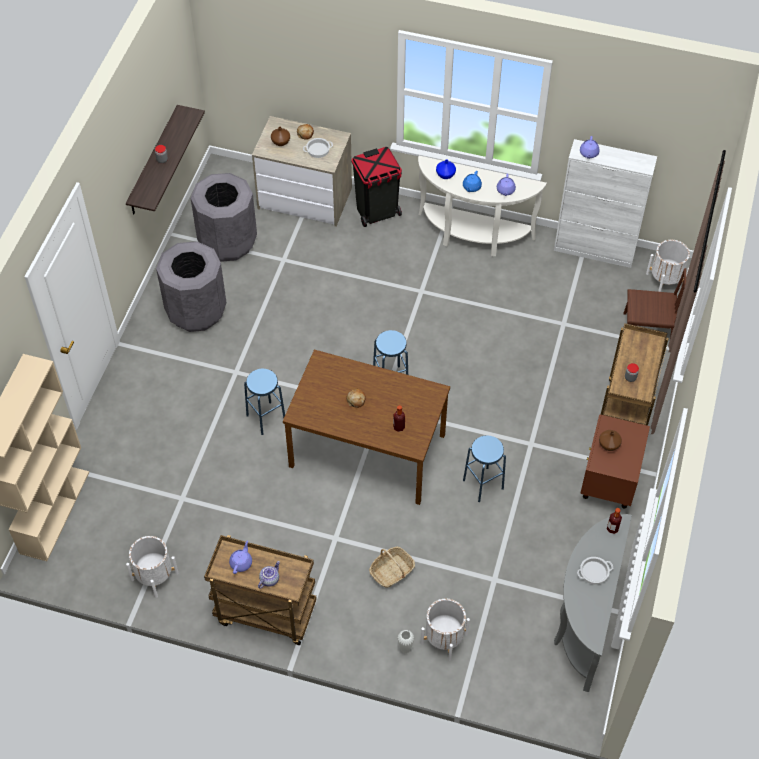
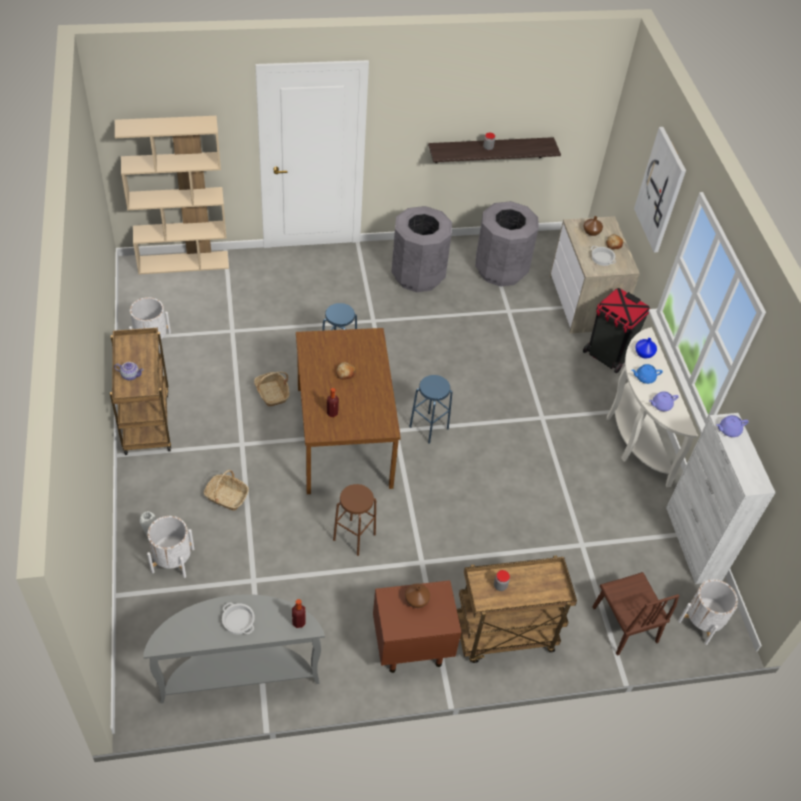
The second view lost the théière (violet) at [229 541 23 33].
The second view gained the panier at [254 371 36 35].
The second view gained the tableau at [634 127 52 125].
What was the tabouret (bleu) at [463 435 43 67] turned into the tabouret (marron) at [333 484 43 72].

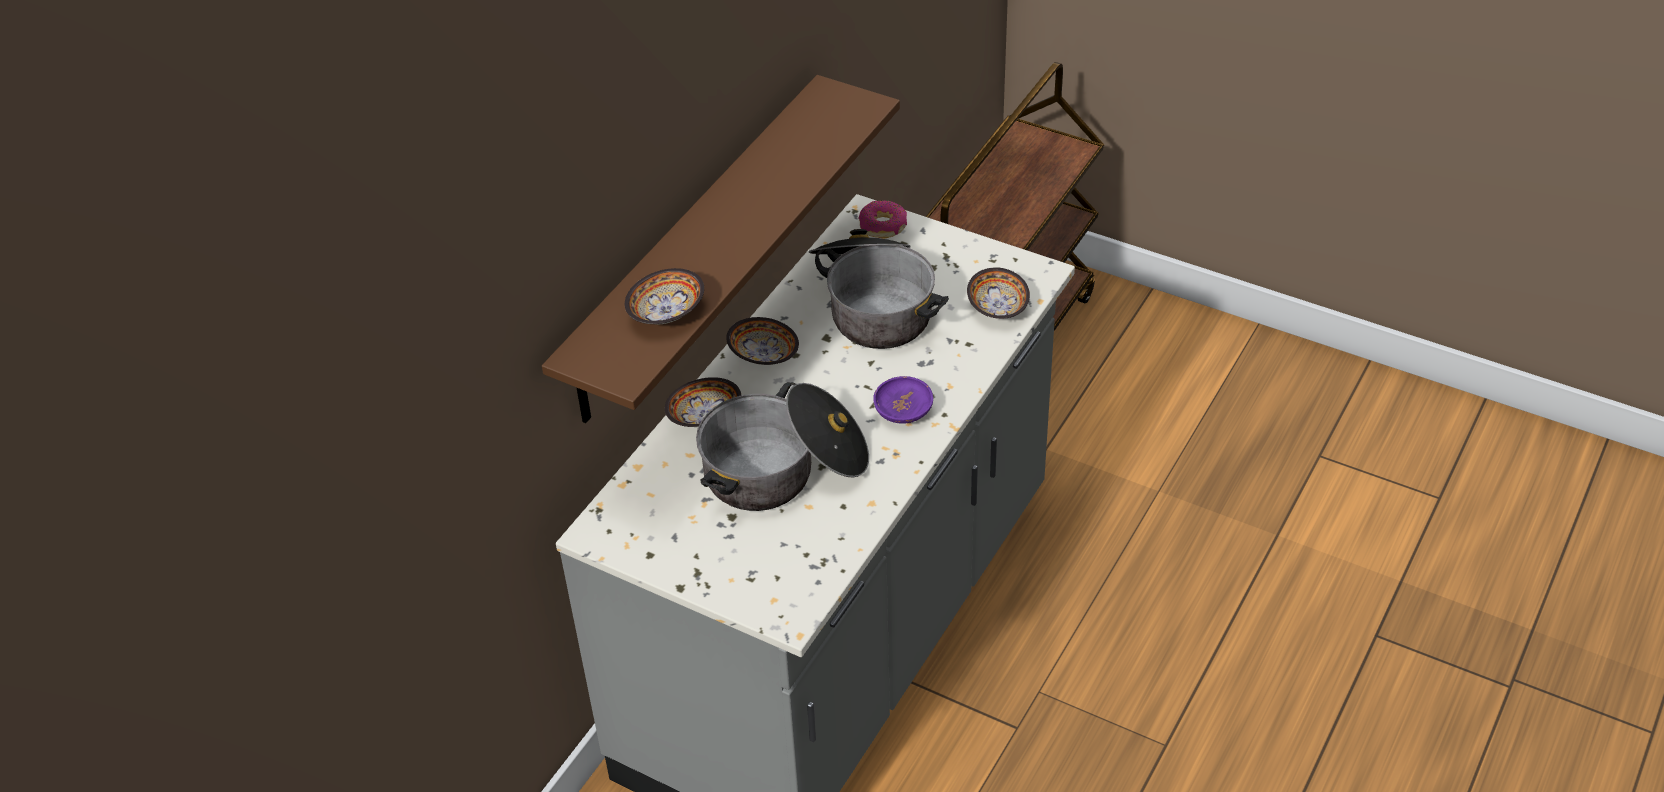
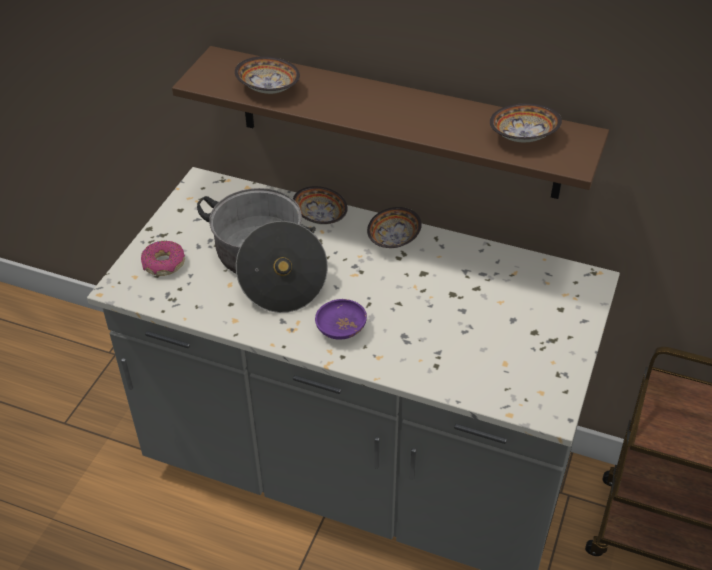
The second view lost the marmite at [809 229 140 120].
The beignet ended up elsewhere, having gone from [858 200 49 38] to [141 241 44 35].
The bol ended up elsewhere, having gone from [967 267 63 52] to [490 103 72 39].

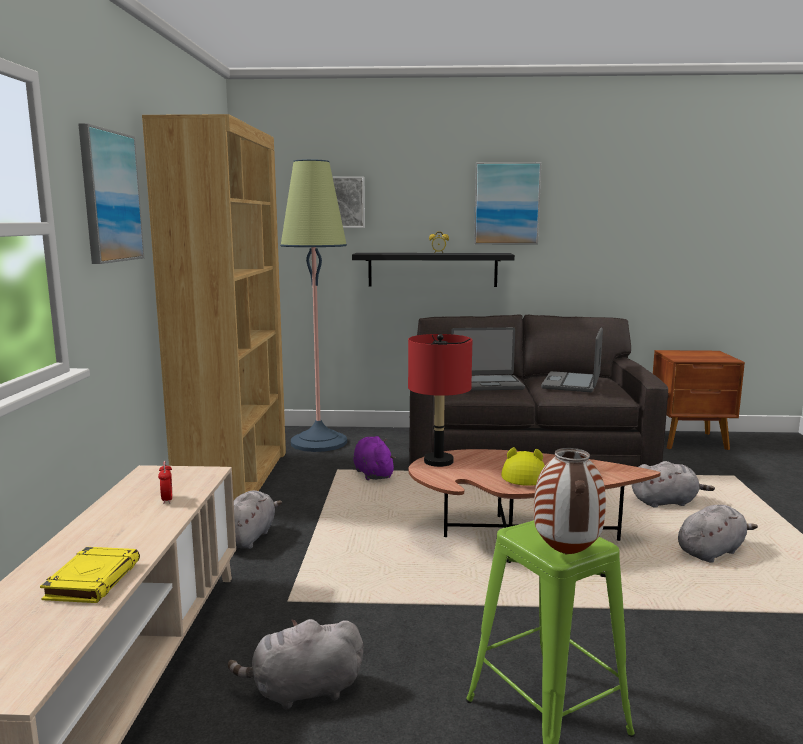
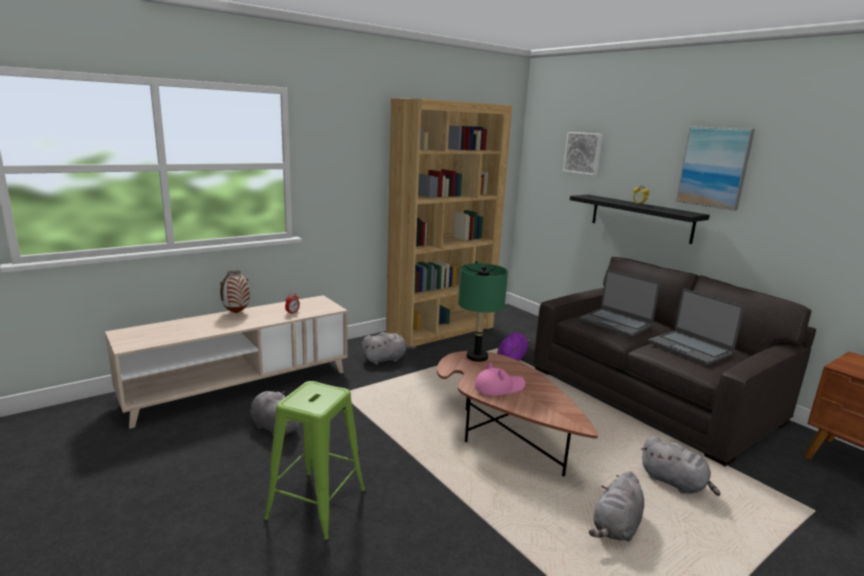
The second view lost the livre (jaune) at [40 547 100 56].
The second view lost the tableau at [78 123 66 141].
The second view lost the lampadaire at [281 159 66 293].
The vase ended up elsewhere, having gone from [534 448 72 107] to [220 271 30 42].
What was the lampe de table (rouge) at [408 334 64 133] turned into the lampe de table (vert) at [458 263 50 99].
What was the chapeau (jaune) at [501 447 44 39] turned into the chapeau (rose) at [474 363 51 33].
The ordinateur portable at [541 328 62 64] ended up facing another way, 105 degrees counterclockwise from before.
The peluche (gris) at [678 505 80 58] ended up facing another way, 105 degrees clockwise from before.

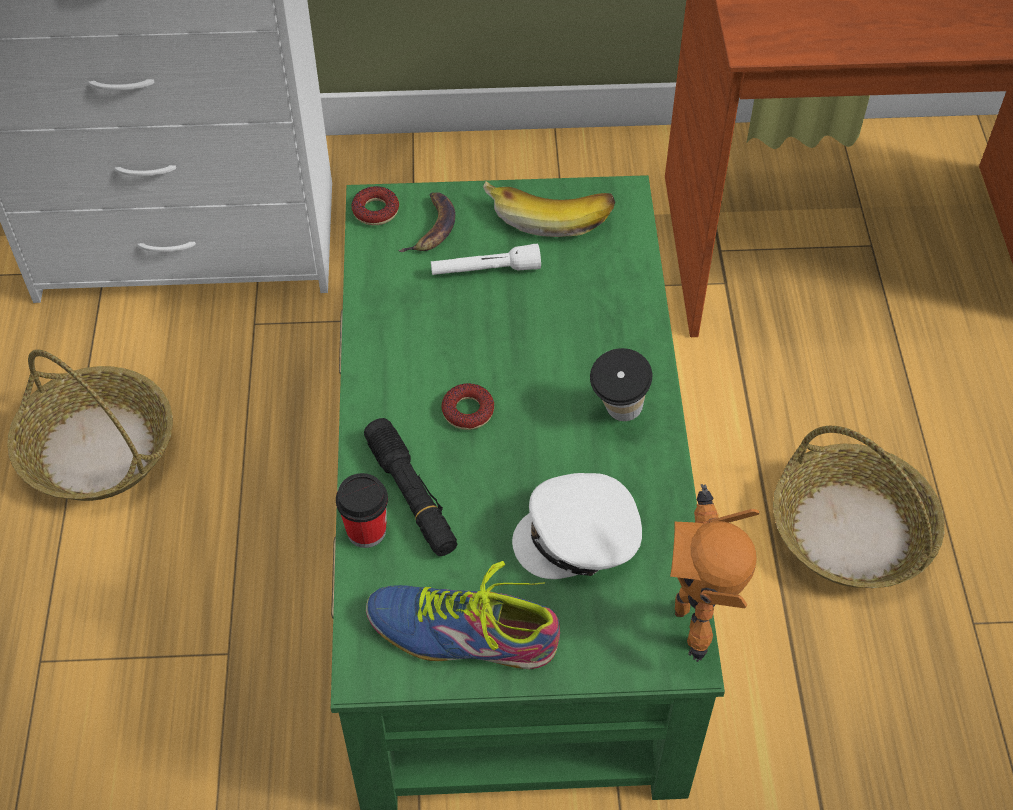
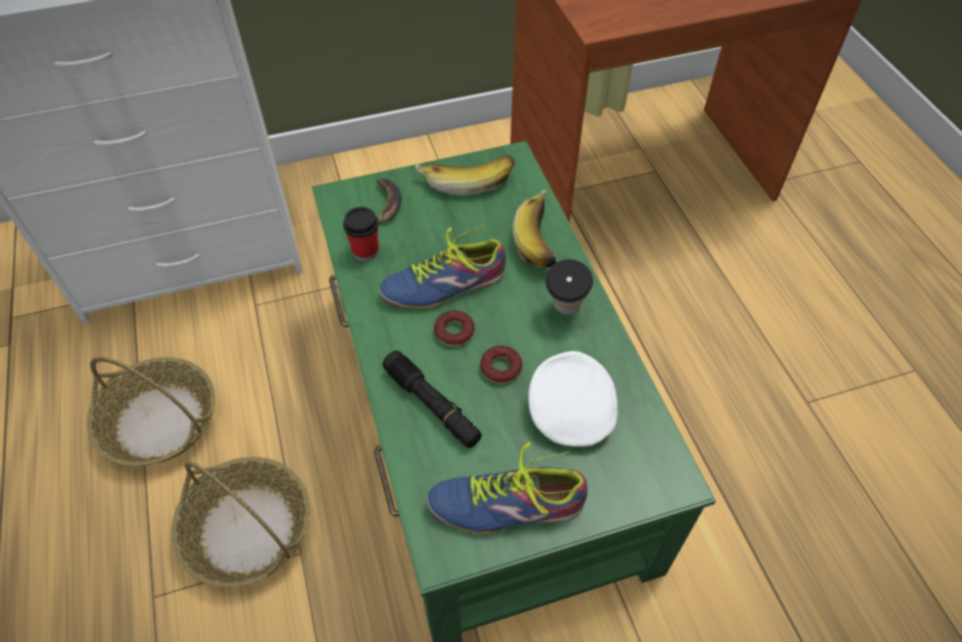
The second view lost the lampe de poche (blanc) at [431 243 110 32].
The second view lost the robot jouet at [670 484 89 178].
The second view gained the chaussure at [379 224 127 85].
The second view gained the banane at [512 190 44 78].
The tasse ended up elsewhere, having gone from [336 473 52 75] to [343 207 36 54].
The beignet ended up elsewhere, having gone from [351 186 48 39] to [480 346 42 37].
The panier ended up elsewhere, having gone from [773 426 172 162] to [171 457 139 131].
The casquette (blanc) at [512 473 130 106] ended up facing another way, 120 degrees clockwise from before.

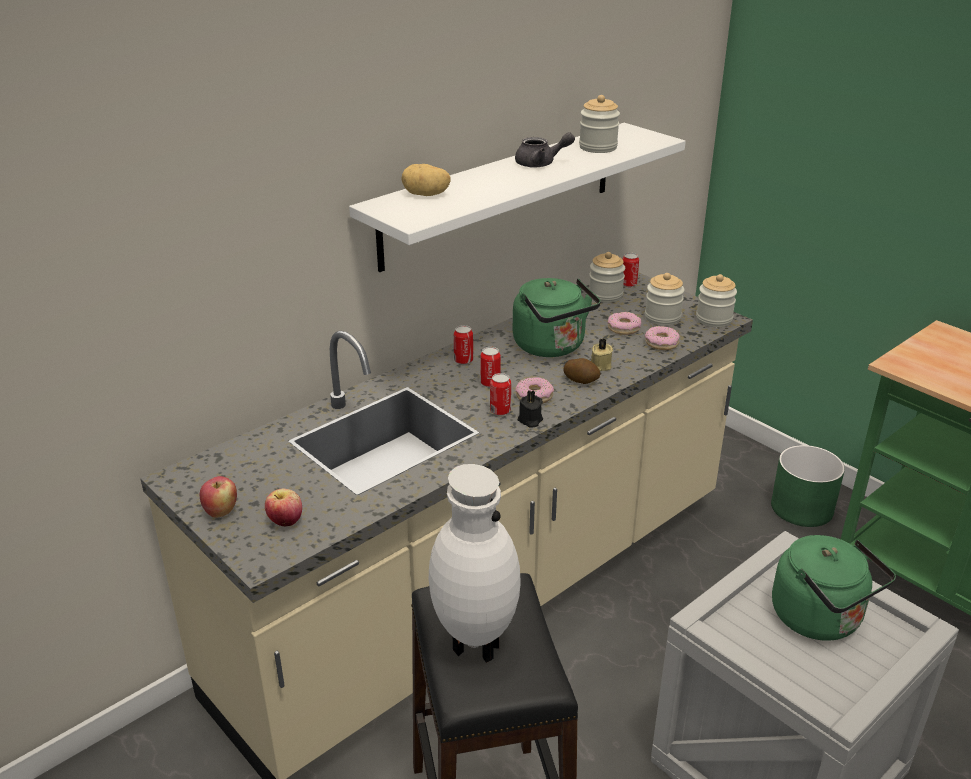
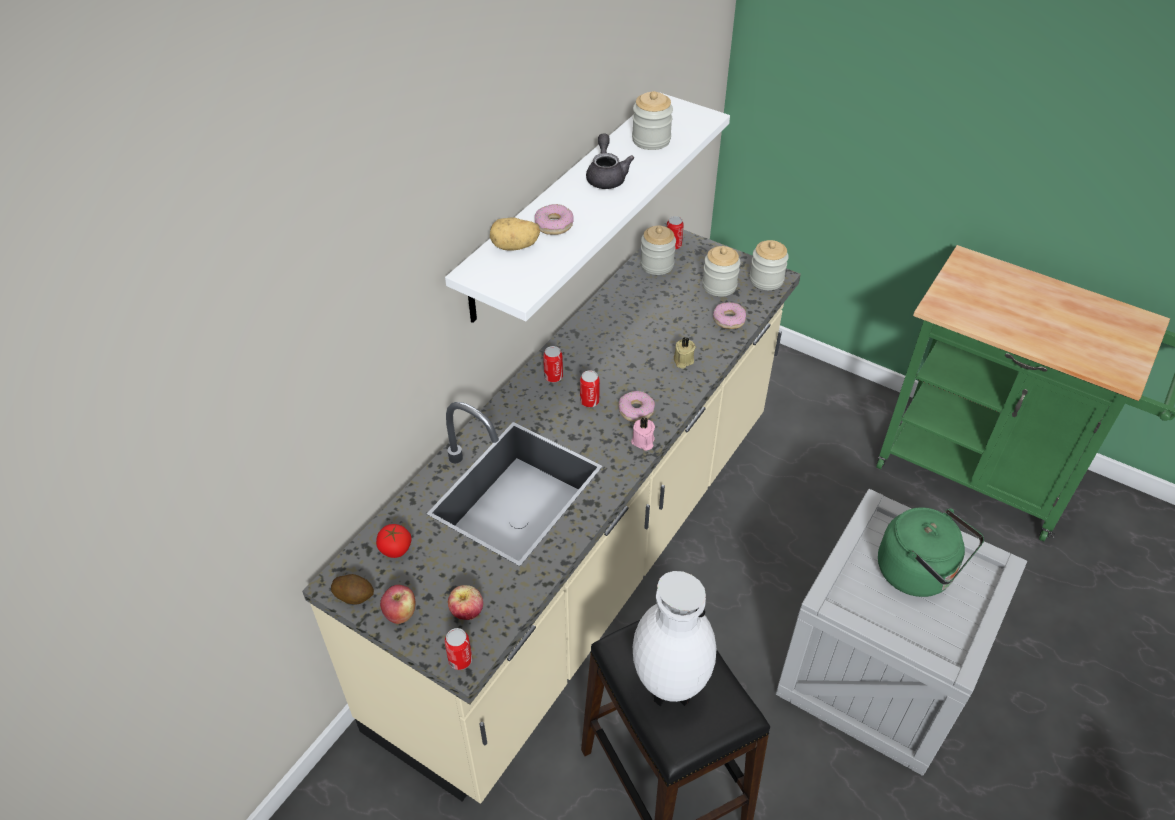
The second view lost the bouilloire (vert) at [513 278 88 79].
The second view lost the cache-pot (vert) at [771 445 74 82].
The second view gained the tomate at [376 524 35 34].
The boîte métallique ended up elsewhere, having gone from [490 373 21 43] to [445 628 27 42].
The pomme de terre ended up elsewhere, having gone from [563 358 38 26] to [331 574 43 31].
The beignet ended up elsewhere, having gone from [608 312 33 23] to [535 204 39 31].
What was the bougie (noir) at [518 390 25 38] turned into the bougie (rose) at [631 417 24 34].
The théière (gris) at [515 132 60 35] ended up facing another way, 75 degrees counterclockwise from before.

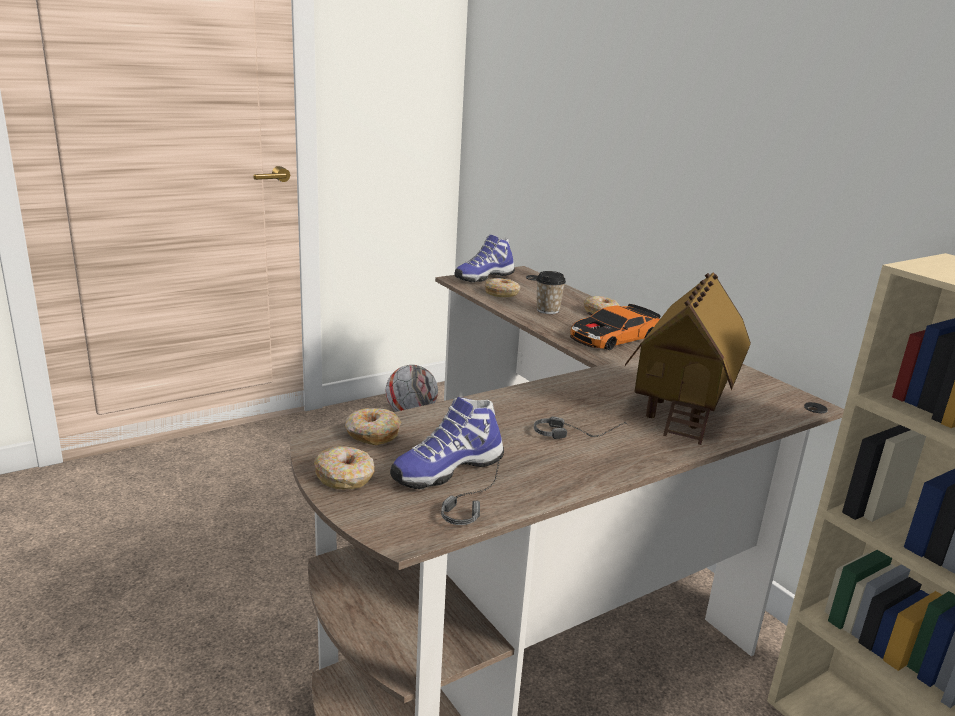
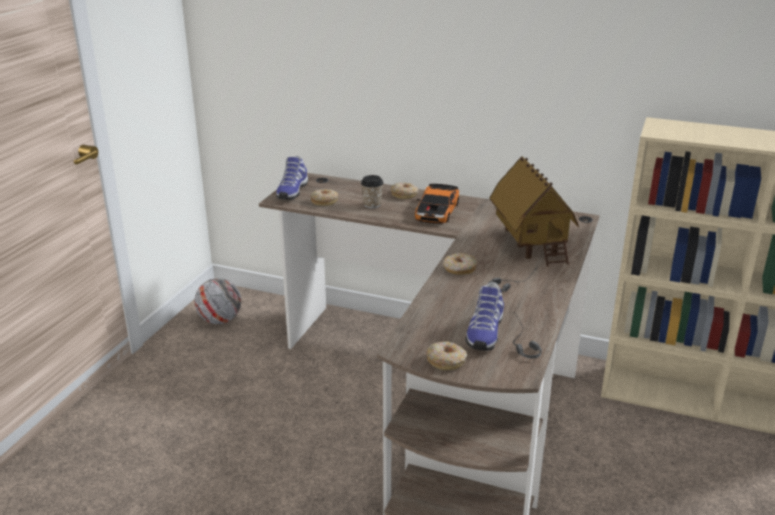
The beignet ended up elsewhere, having gone from [345 408 56 37] to [443 253 34 22].

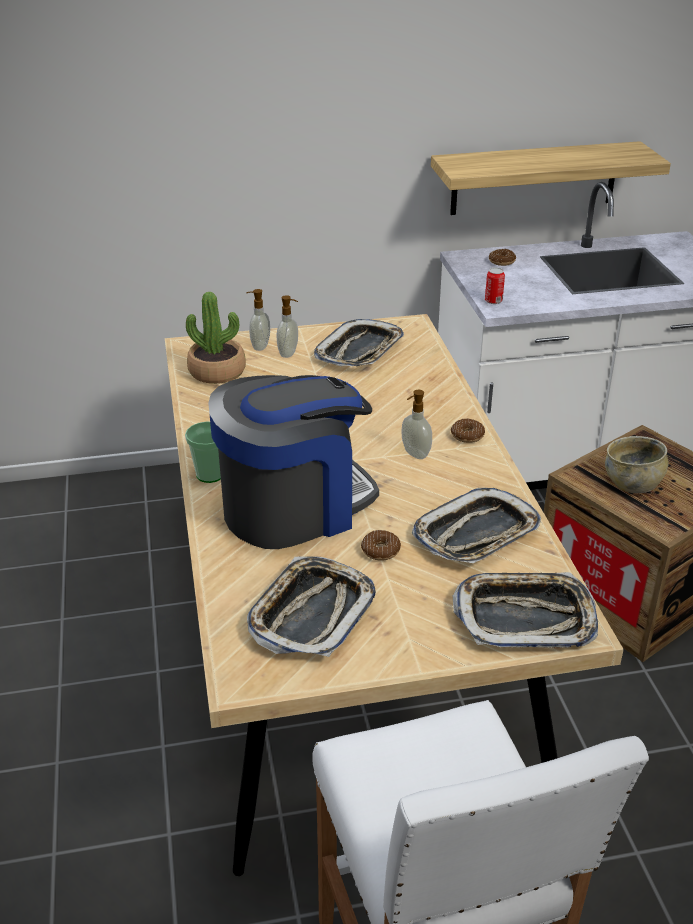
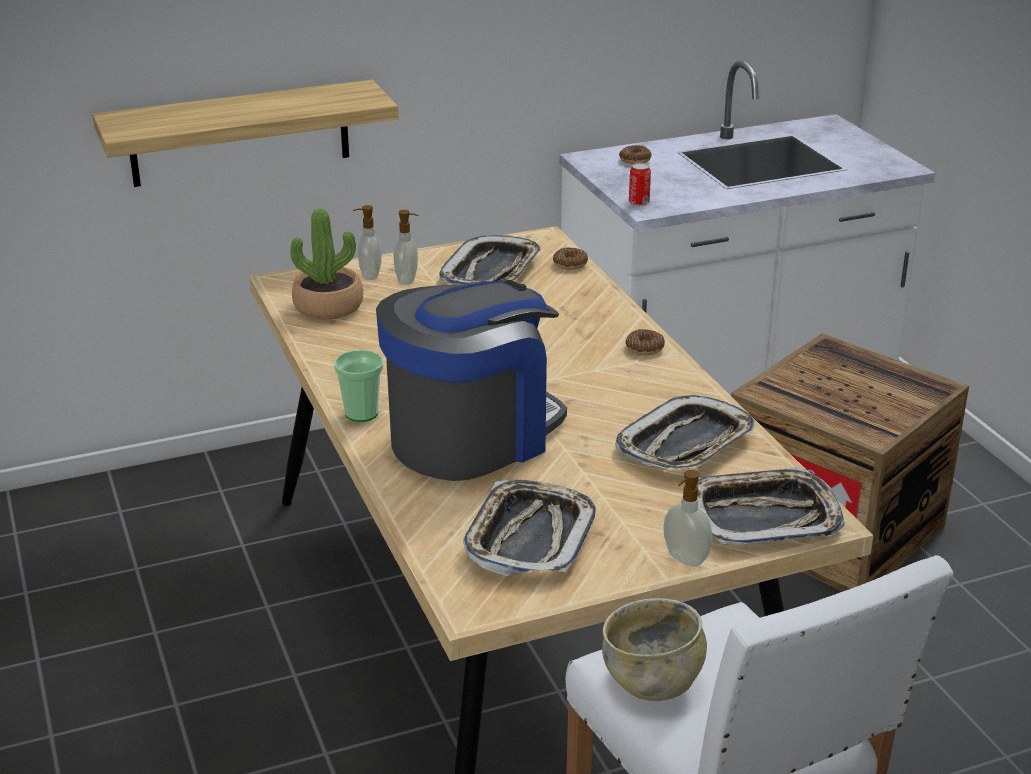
The beignet ended up elsewhere, having gone from [361 530 40 31] to [553 248 35 22].
The distributeur de savon ended up elsewhere, having gone from [401 390 31 69] to [663 470 49 97].
The étagère ended up elsewhere, having gone from [431 141 240 74] to [92 79 306 108].
The bol (beige) ended up elsewhere, having gone from [605 436 63 57] to [602 598 105 103].

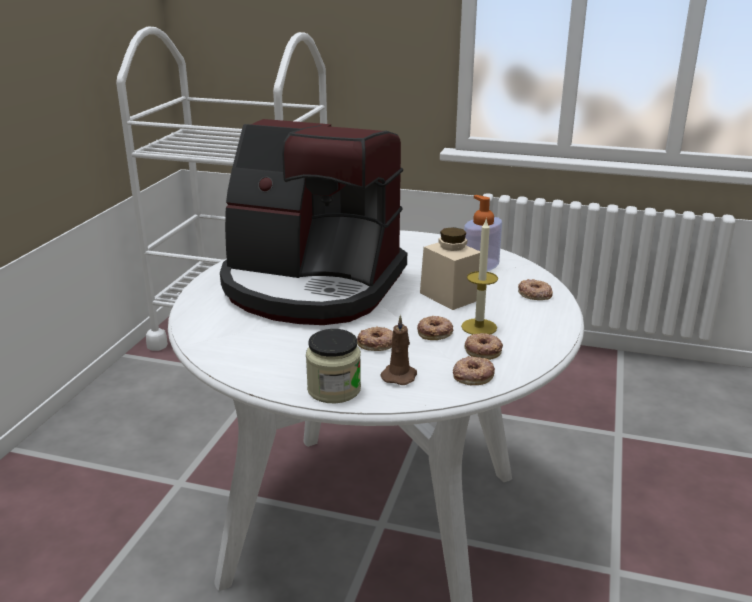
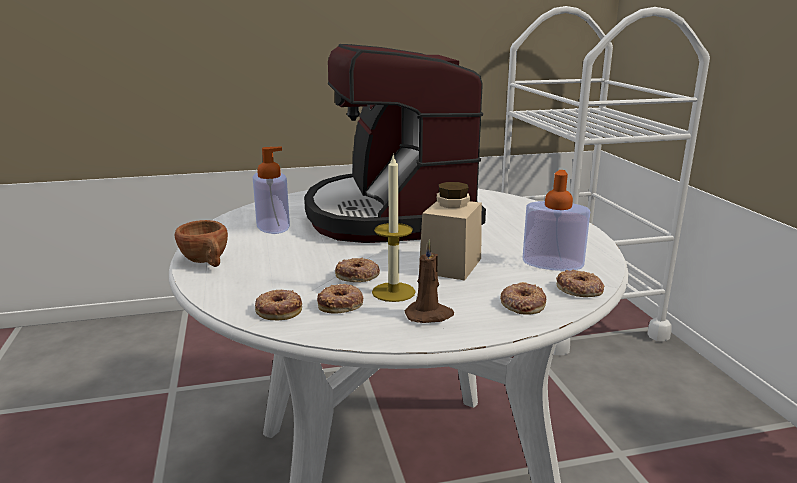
The second view gained the distributeur de savon at [253 147 37 87].
The beignet ended up elsewhere, having gone from [357 326 36 25] to [556 270 49 27].
The bougie (marron) ended up elsewhere, having gone from [380 315 37 70] to [405 239 49 84].
Where the bocal stood at [306 329 55 74], the tasse (marron) came to stand at [175 220 53 47].

